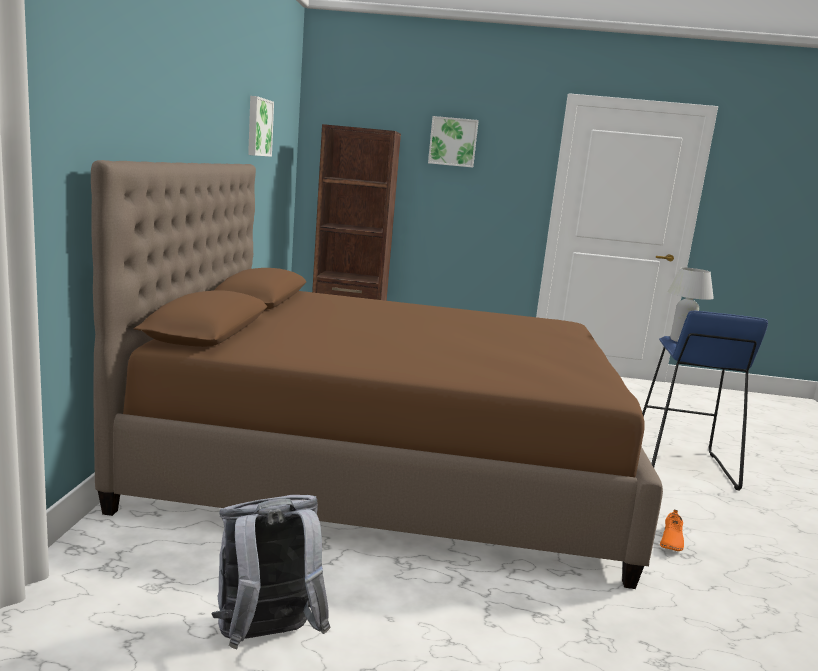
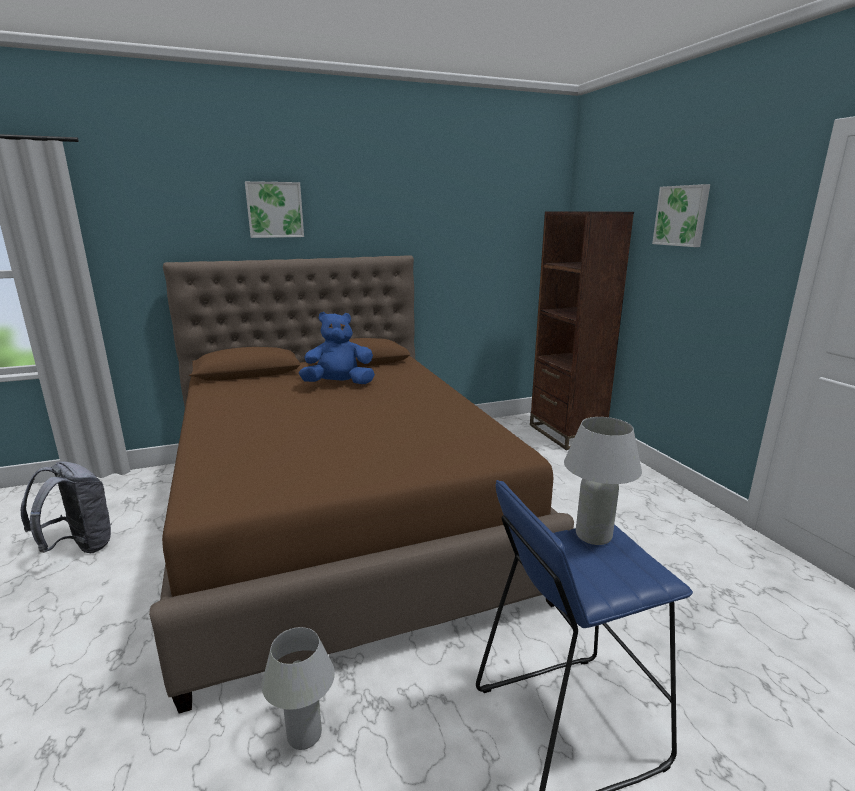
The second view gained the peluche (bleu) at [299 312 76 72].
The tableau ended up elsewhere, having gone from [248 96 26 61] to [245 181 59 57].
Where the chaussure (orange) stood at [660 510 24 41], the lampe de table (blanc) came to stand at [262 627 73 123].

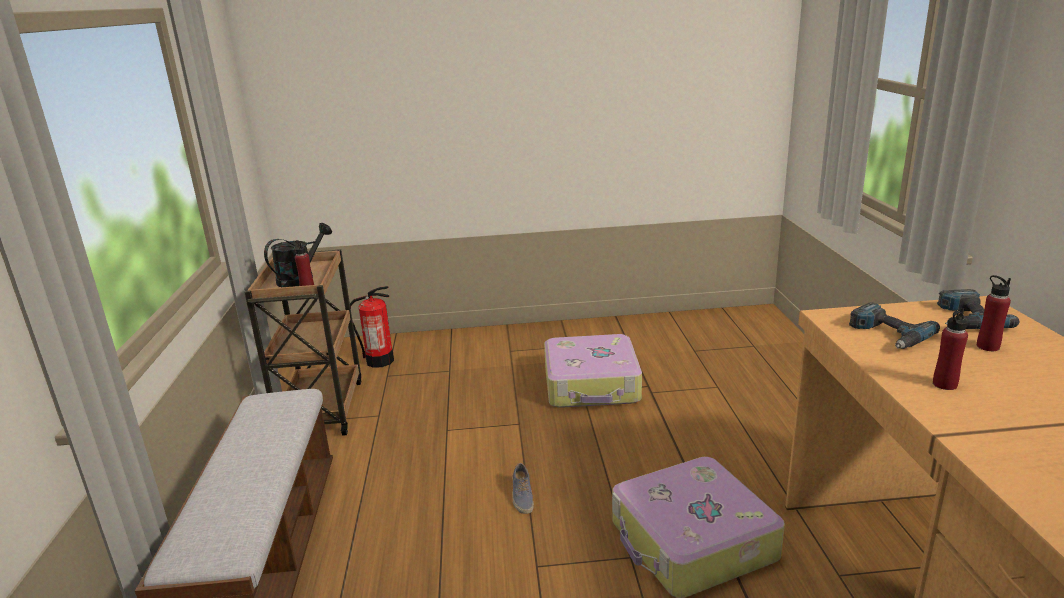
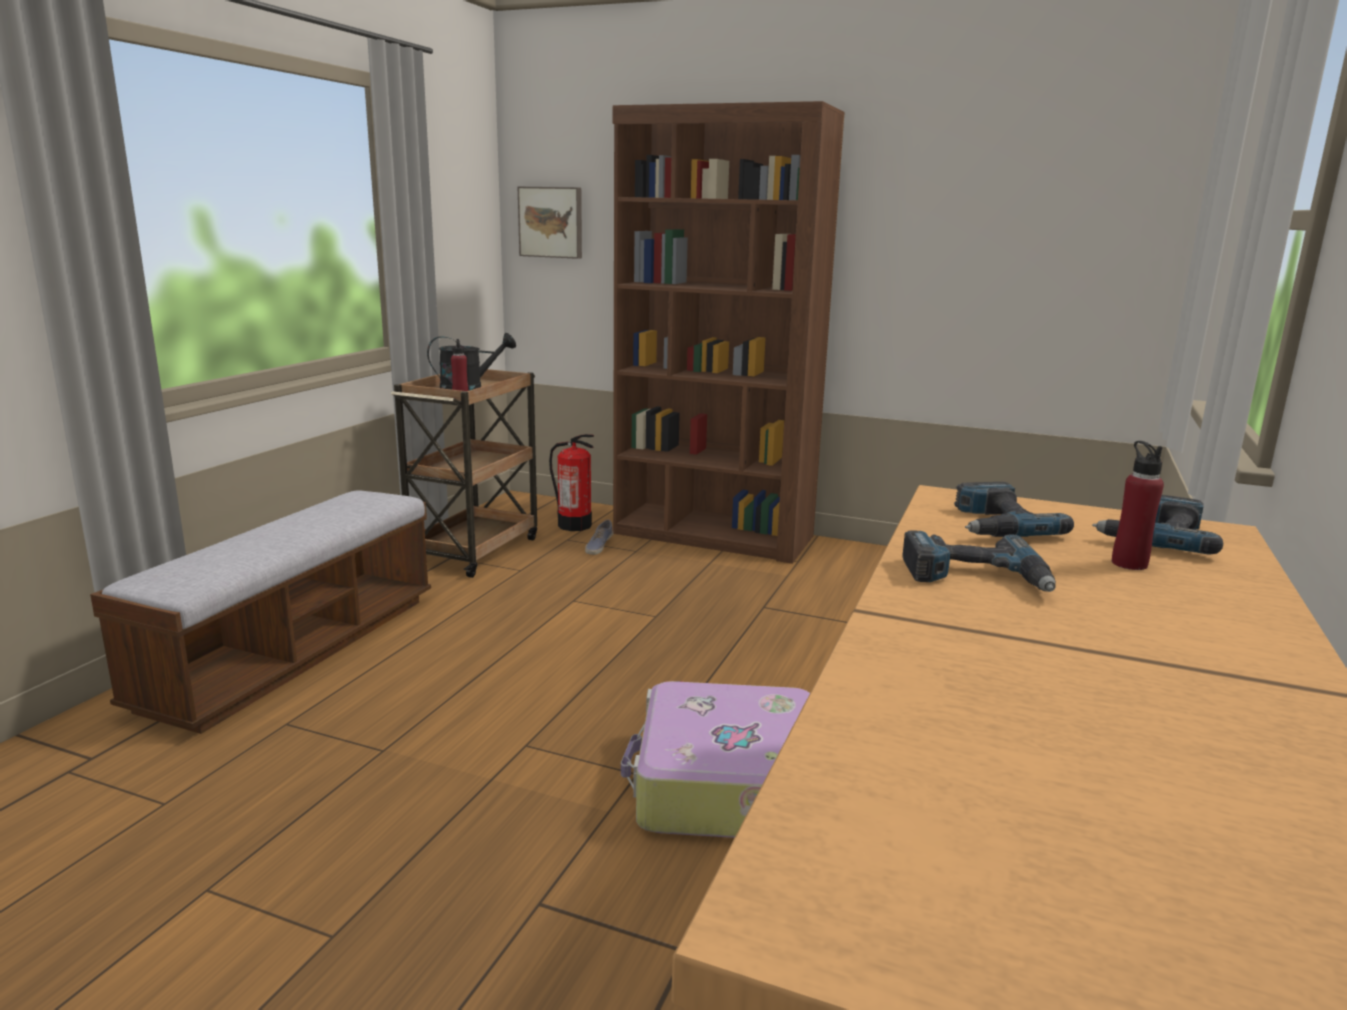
The second view lost the valise at [544 334 98 74].
The second view gained the tableau at [518 187 64 72].
The second view gained the bibliothèque (marron) at [613 101 232 463].
The chaussure ended up elsewhere, having gone from [512 463 22 51] to [585 519 29 36].
Where the bouteille (rouge) stood at [933 308 35 82], the perceuse came to stand at [902 530 154 62].

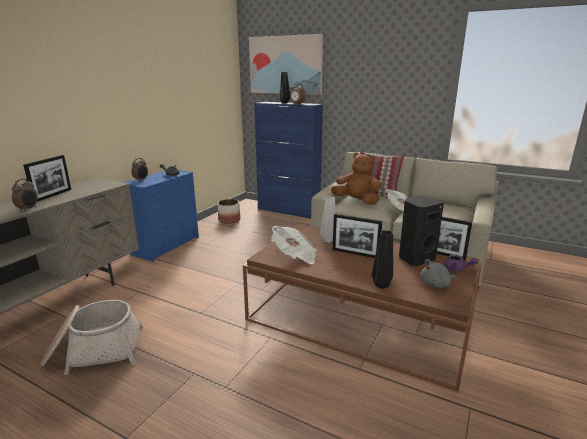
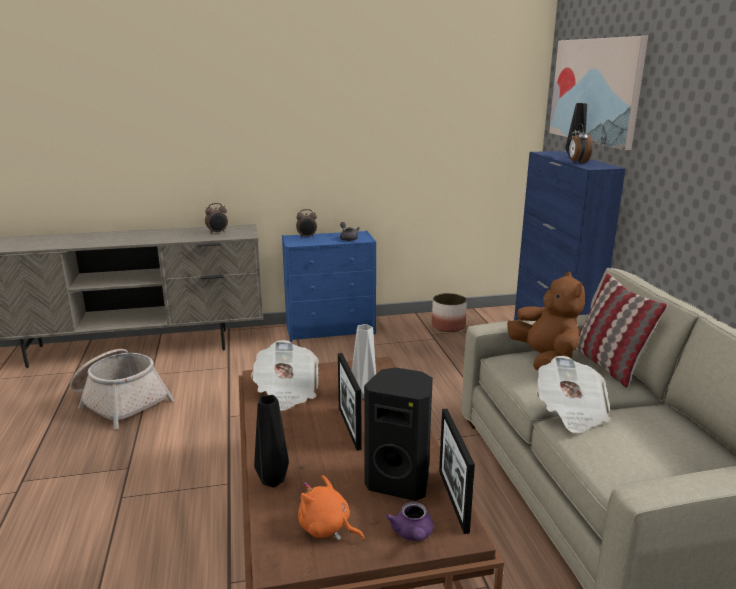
The second view lost the cadre photo at [23 155 48 47].
The réveil ended up elsewhere, having gone from [12 179 26 33] to [205 203 23 31].
What was the peluche (gris) at [421 259 35 29] turned into the peluche (orange) at [298 475 67 66].

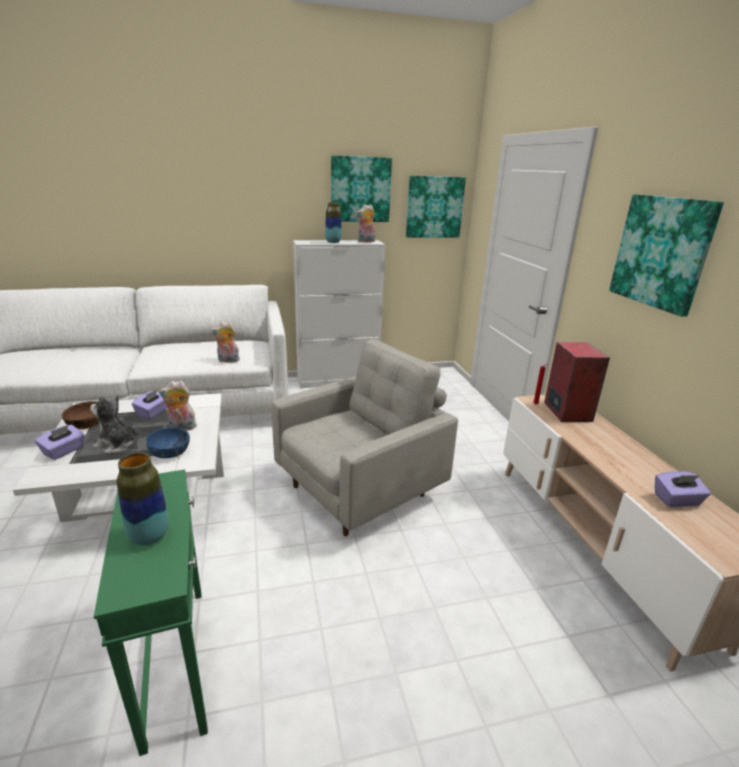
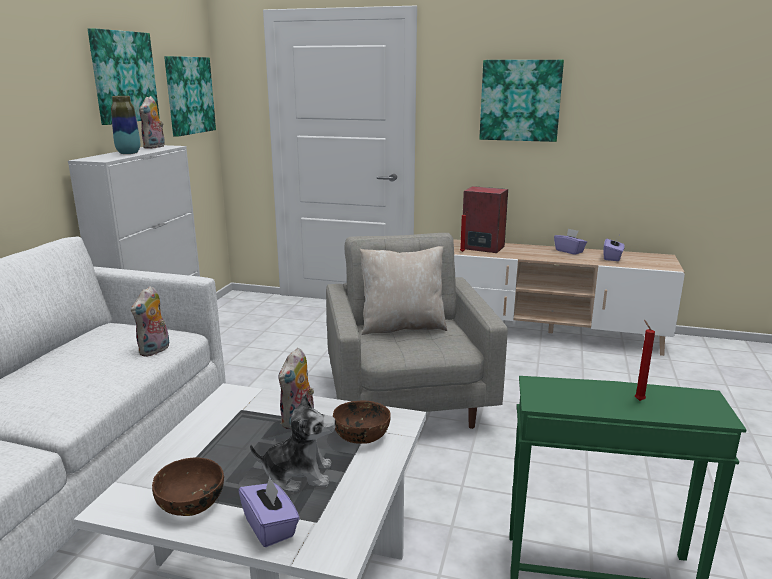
The second view gained the coussin (beige) at [360 246 87 89].
The boîte à mouchoirs (violet) ended up elsewhere, having gone from [132 390 35 29] to [554 228 33 27].
Where the vase stood at [117 452 52 94], the bougie (rouge) came to stand at [635 320 20 81].
What was the bol (bleu) at [146 428 44 30] turned into the bol (marron) at [333 401 58 43].
The peluche at [90 394 50 59] ended up facing another way, 135 degrees counterclockwise from before.

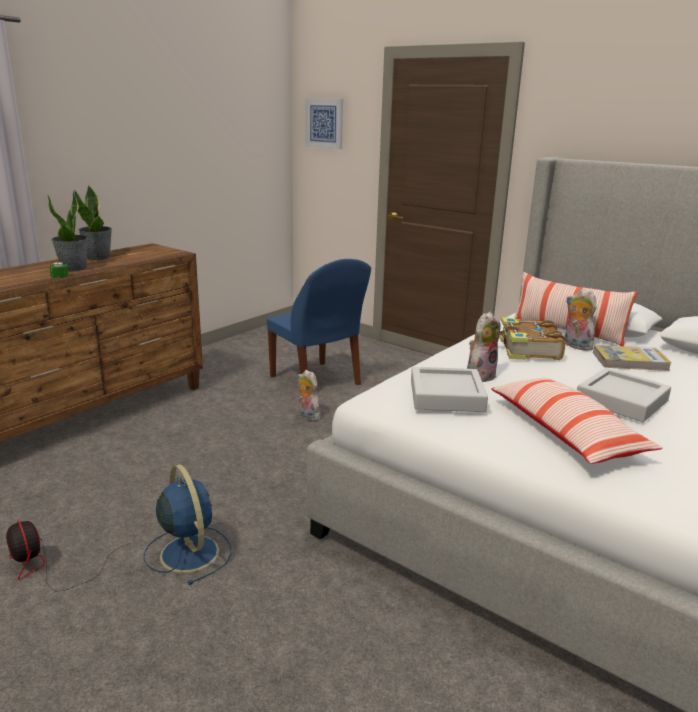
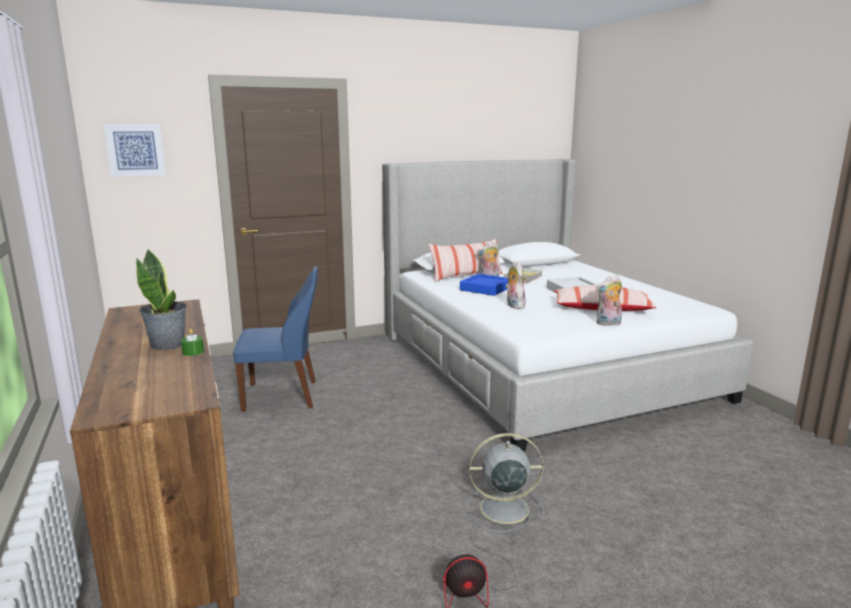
The second view lost the plante en pot at [74 186 38 74].
The second view lost the plateau (gris) at [411 367 77 45].
The peluche ended up elsewhere, having gone from [298 370 23 51] to [596 275 26 51].
Where the livre stood at [499 317 67 43], the plateau (bleu) came to stand at [460 274 48 22].
What was the ventilateur (bleu) at [143 464 88 121] turned into the ventilateur (gris) at [467 433 78 99].

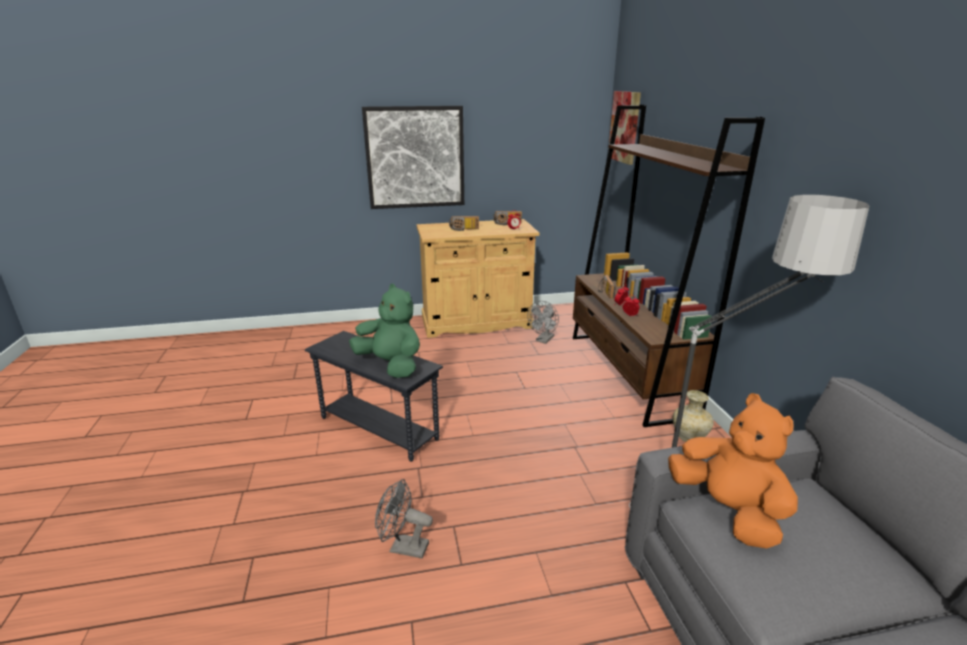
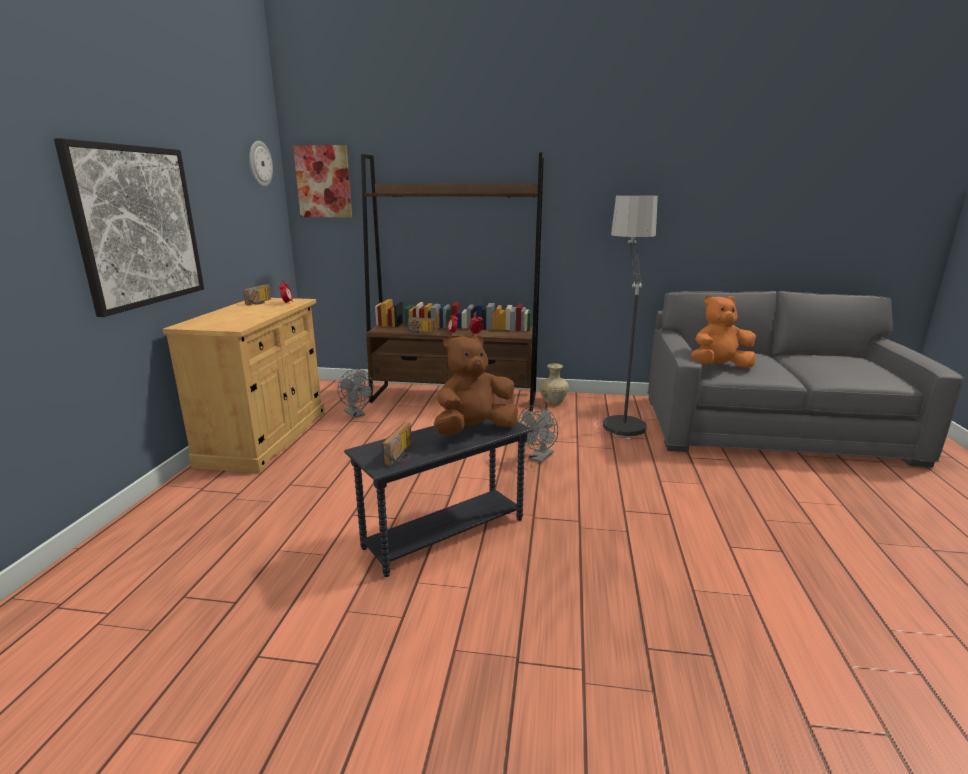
The second view gained the horloge murale at [249 141 24 46].
The ventilateur (gris) ended up elsewhere, having gone from [375 479 58 79] to [518 405 40 58].
The radio ended up elsewhere, having gone from [449 216 30 15] to [382 422 30 44].
What was the peluche (vert) at [349 284 71 94] turned into the peluche (marron) at [434 334 84 101].

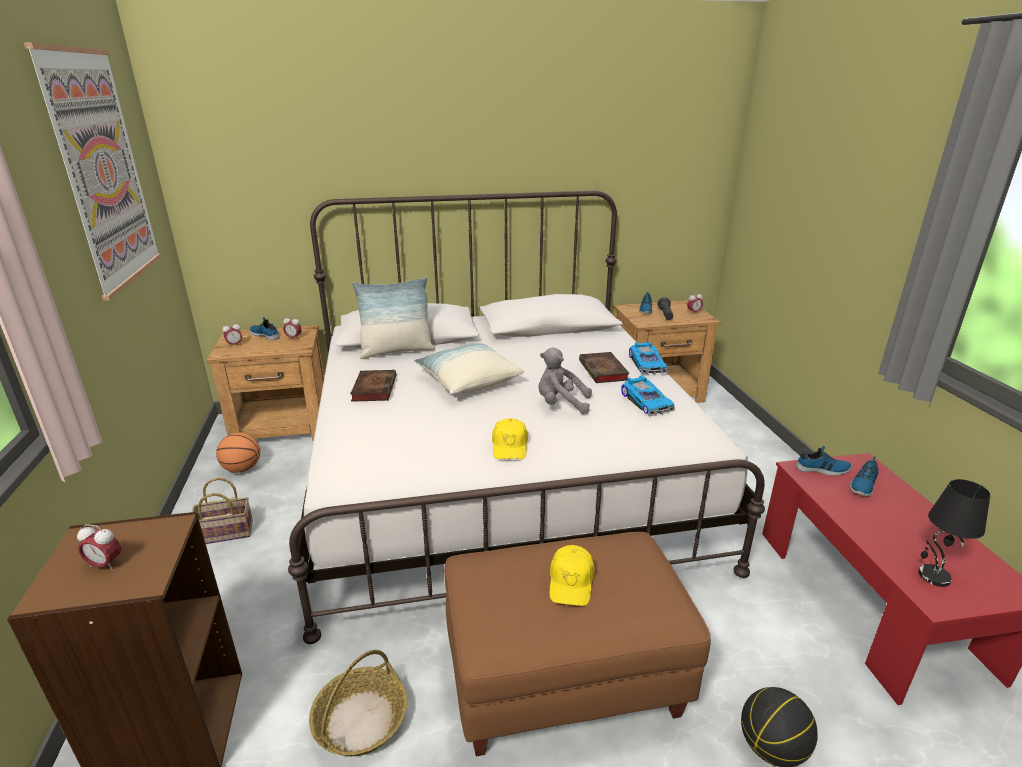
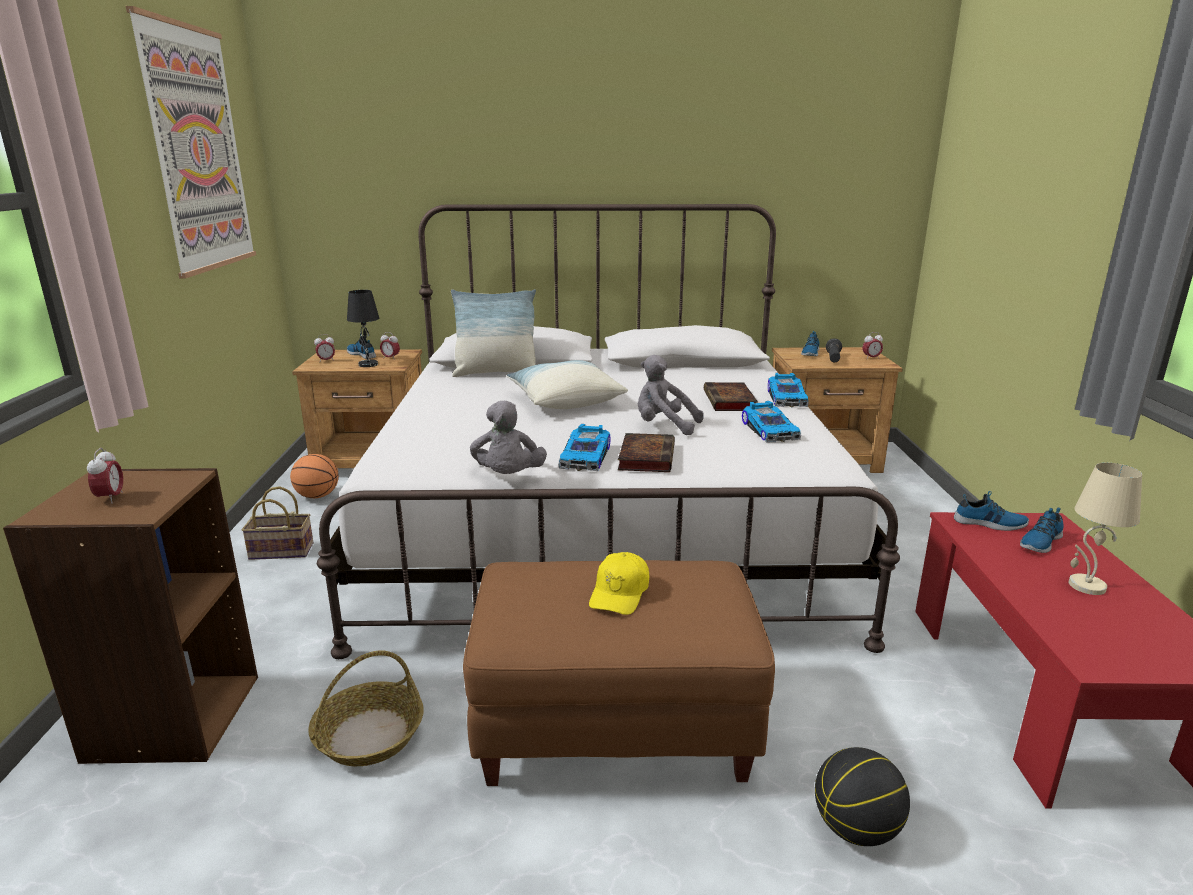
The second view gained the peluche (gris) at [470 401 77 73].
The second view gained the lampe de table (beige) at [1068 463 74 132].
The livre ended up elsewhere, having gone from [350 370 46 32] to [618 433 57 39].
The lampe de table (noir) ended up elsewhere, having gone from [918 479 72 108] to [347 290 32 77].
Where the casquette (jaune) stood at [492 418 36 41], the petite voiture came to stand at [558 424 53 47].
The réveil at [77 524 44 46] ended up facing another way, 120 degrees counterclockwise from before.

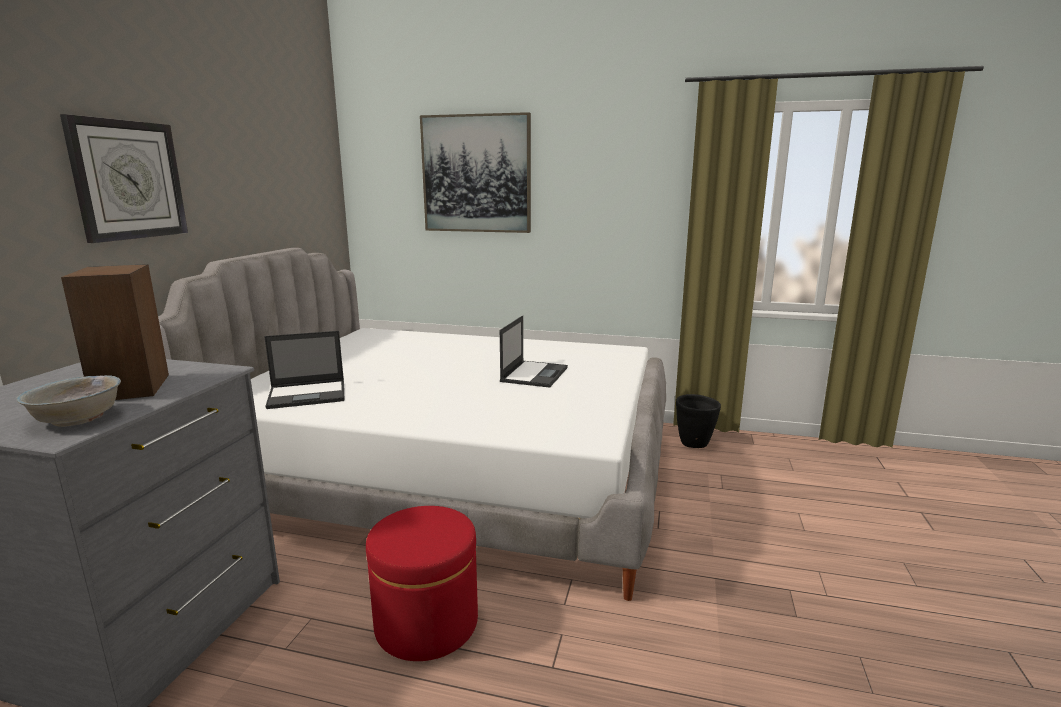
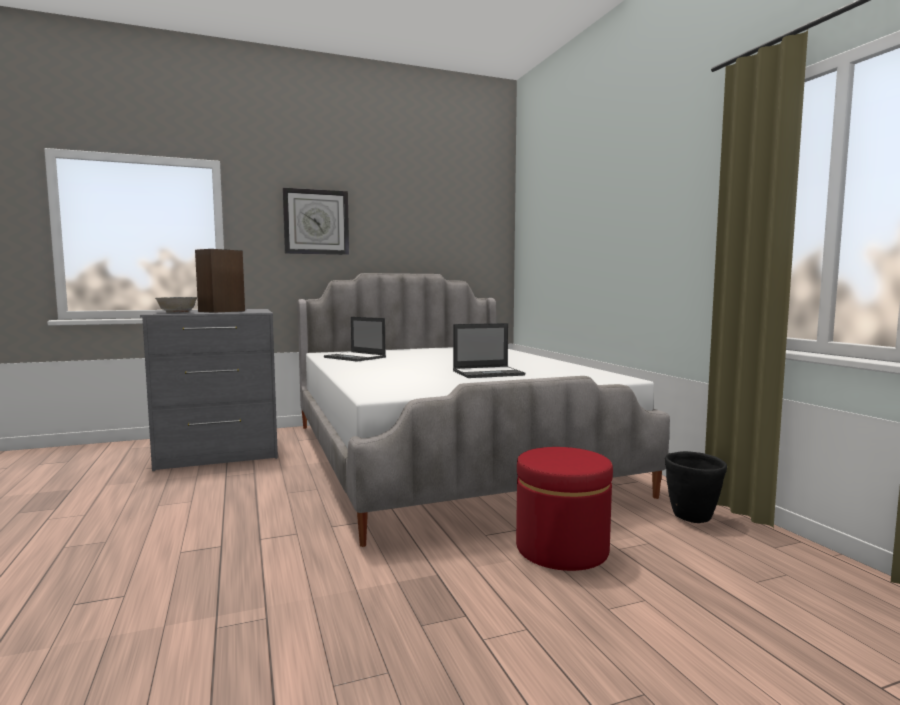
The second view lost the tableau at [420 112 111 121].
The pouf (rouge) ended up elsewhere, having gone from [366 506 112 155] to [516 447 97 124].

